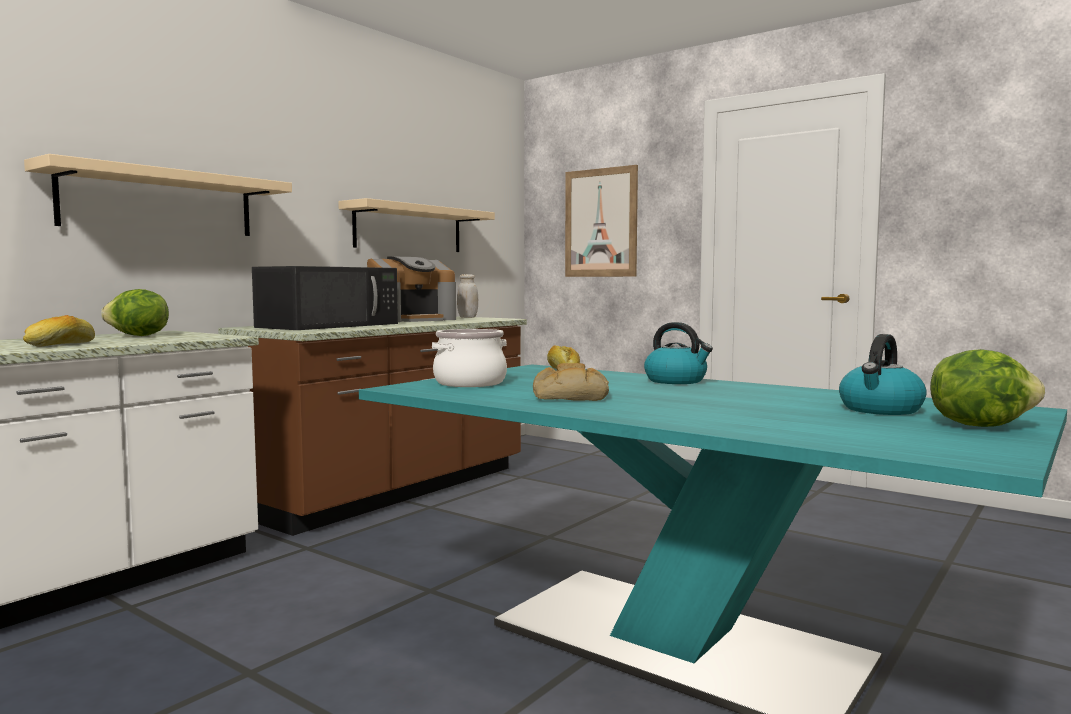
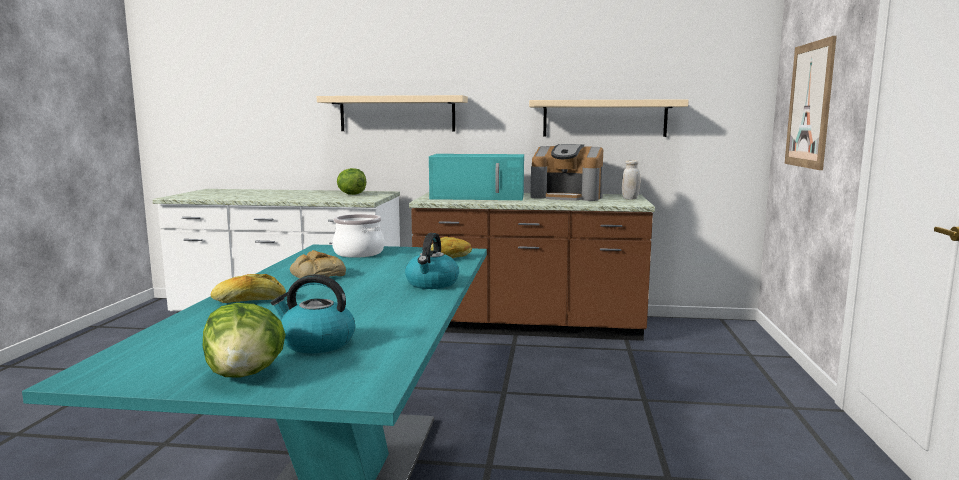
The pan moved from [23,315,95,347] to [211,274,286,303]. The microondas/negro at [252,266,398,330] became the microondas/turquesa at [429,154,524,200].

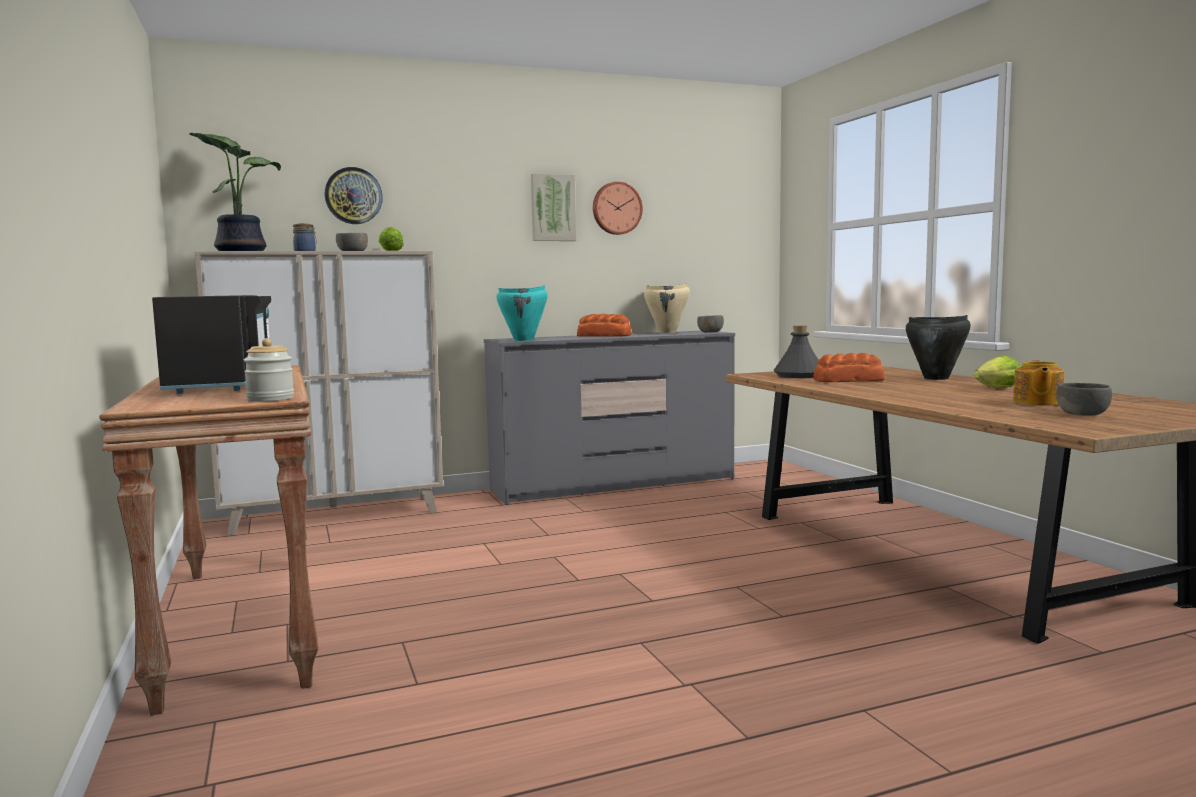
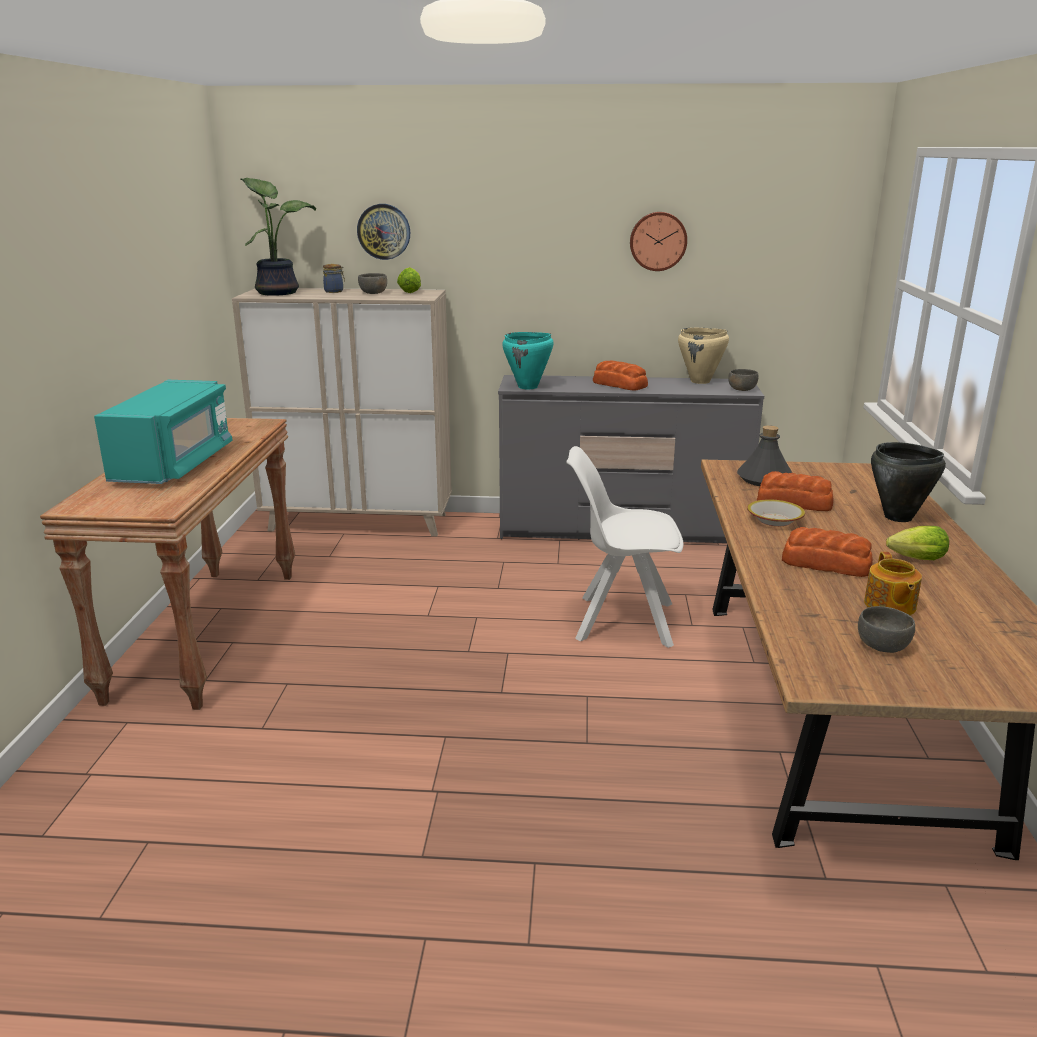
The tarro at [244,338,294,401] disappeared. The cuadro at [531,173,576,241] disappeared. The silla/blanco at [566,446,684,648] appeared. The cuenco at [747,499,805,526] appeared. The pan at [782,527,873,577] appeared. The microondas/negro at [152,295,271,394] became the microondas/turquesa at [94,380,232,484]. The tetera at [1013,360,1064,406] turned 45 degrees counterclockwise.

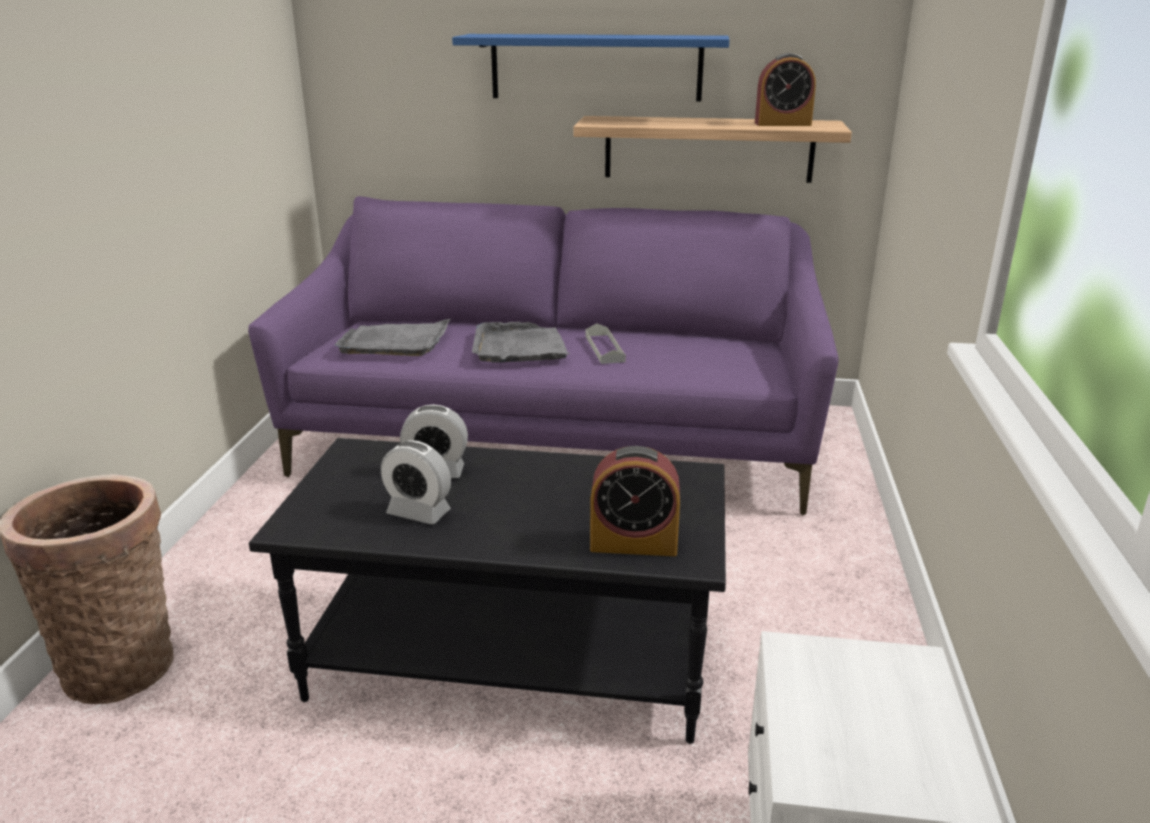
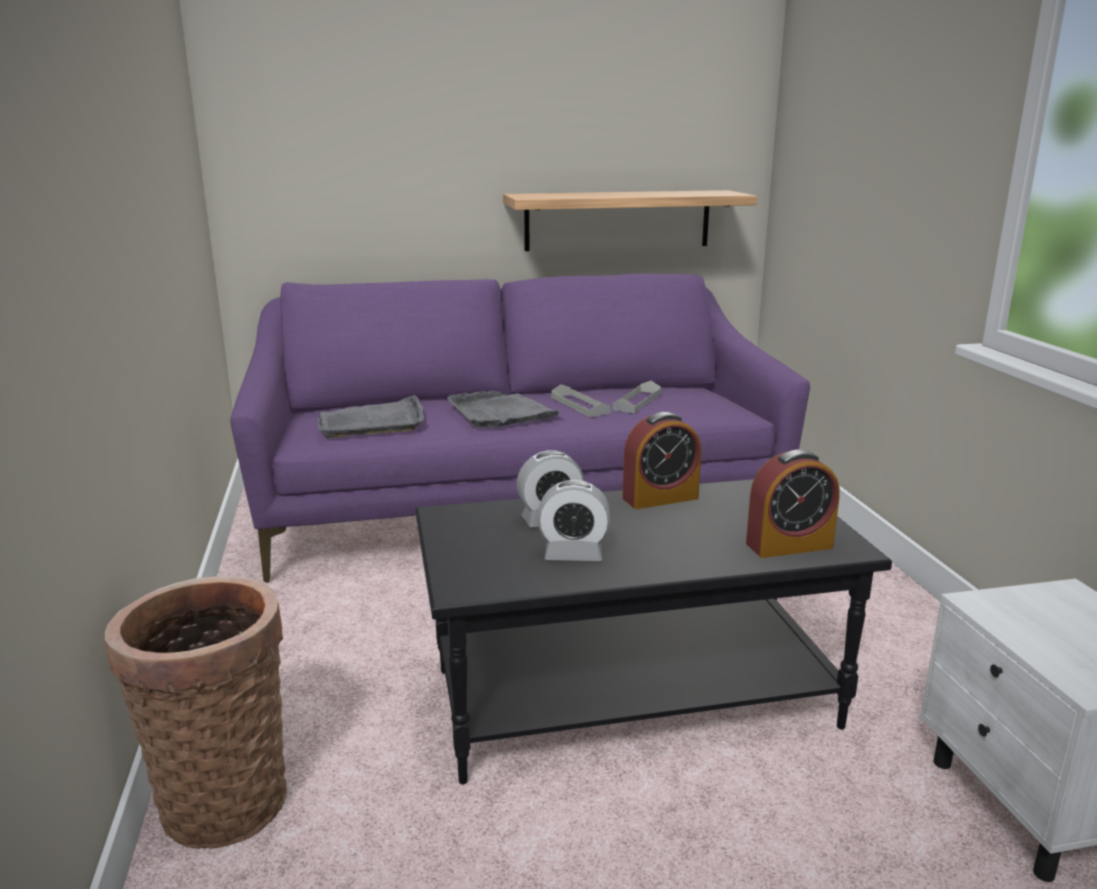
The estante/azul at [452,34,729,101] disappeared. The bandeja/gris at [613,381,661,414] appeared. The despertador moved from [755,53,816,126] to [623,412,701,509].

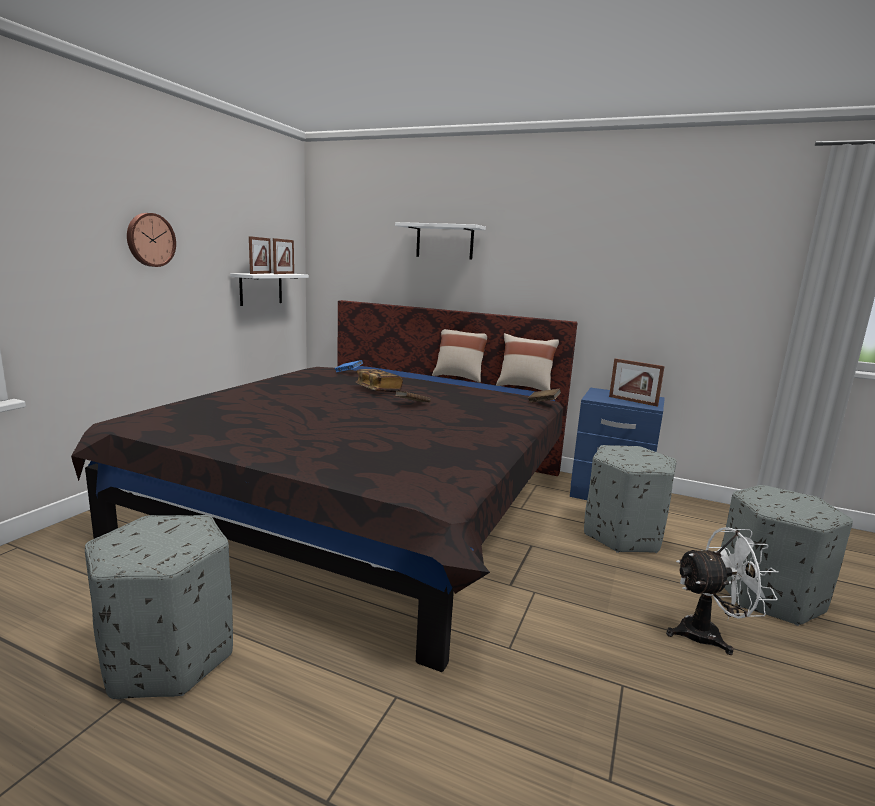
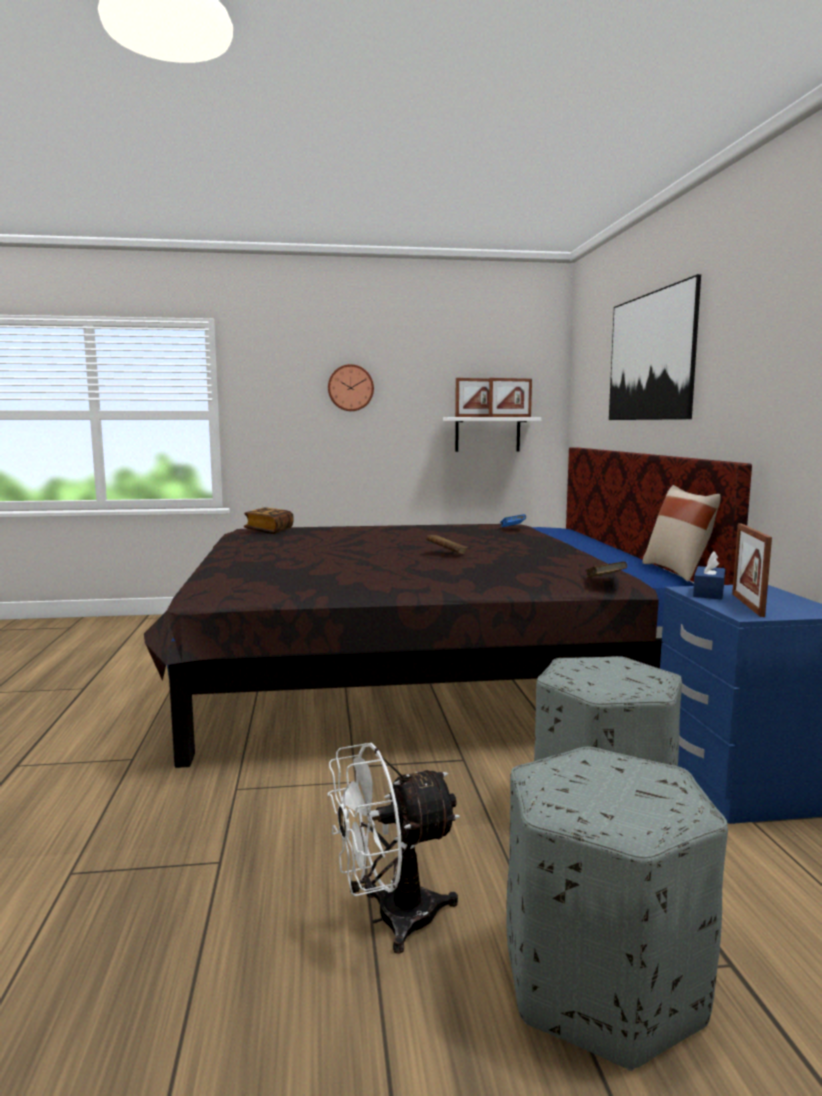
The puf/gris at [85,515,233,699] disappeared. The cojín/beis at [432,329,487,383] disappeared. The caja de pañuelos/azul at [693,551,725,600] appeared. The libro moved from [355,369,403,392] to [244,508,294,534]. The estante/blanco at [395,222,486,260] was replaced by the cuadro at [609,274,701,420]. The ventilador/blanco at [666,527,779,655] turned 105 degrees clockwise.

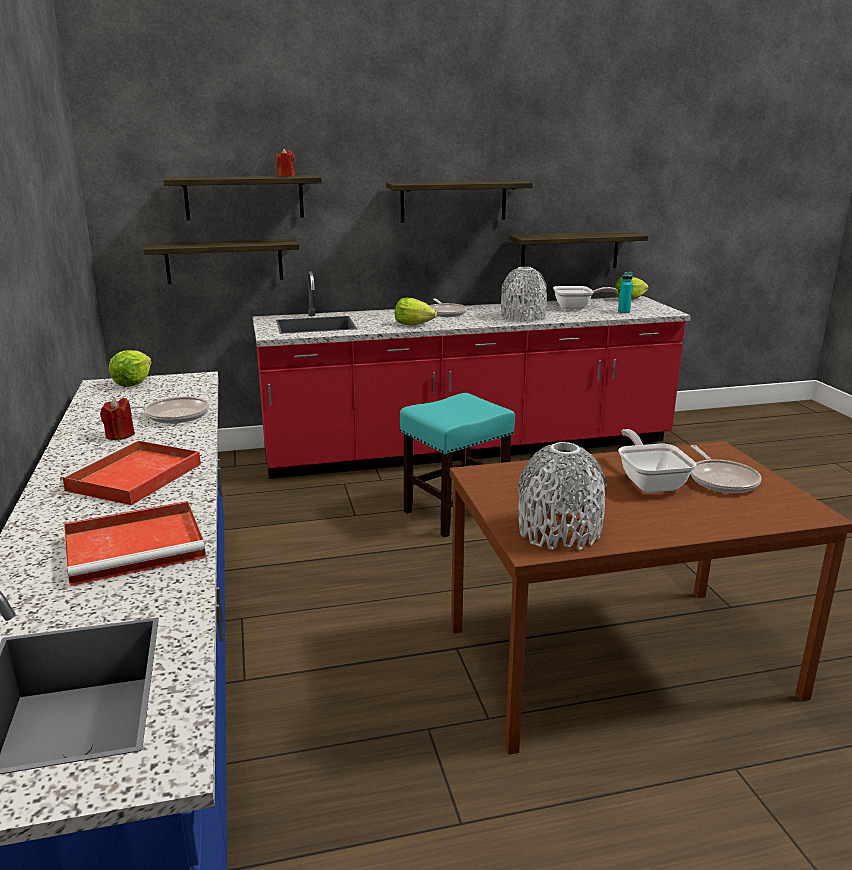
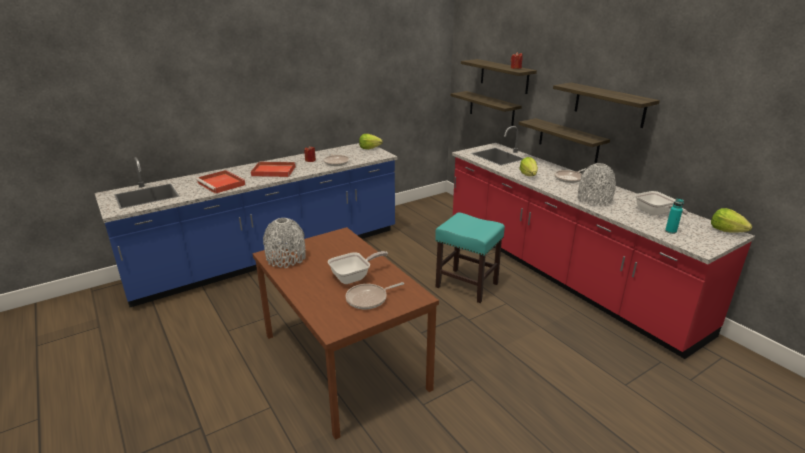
The estante moved from [509,231,648,268] to [519,118,610,163].

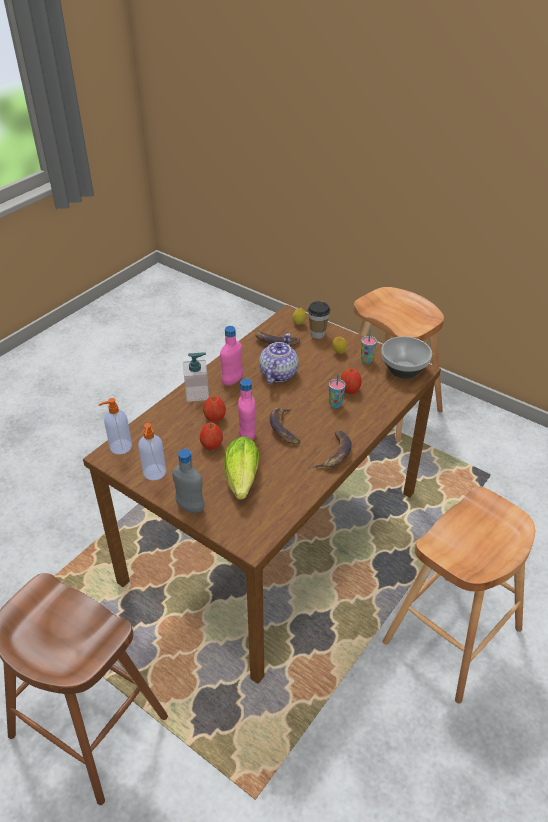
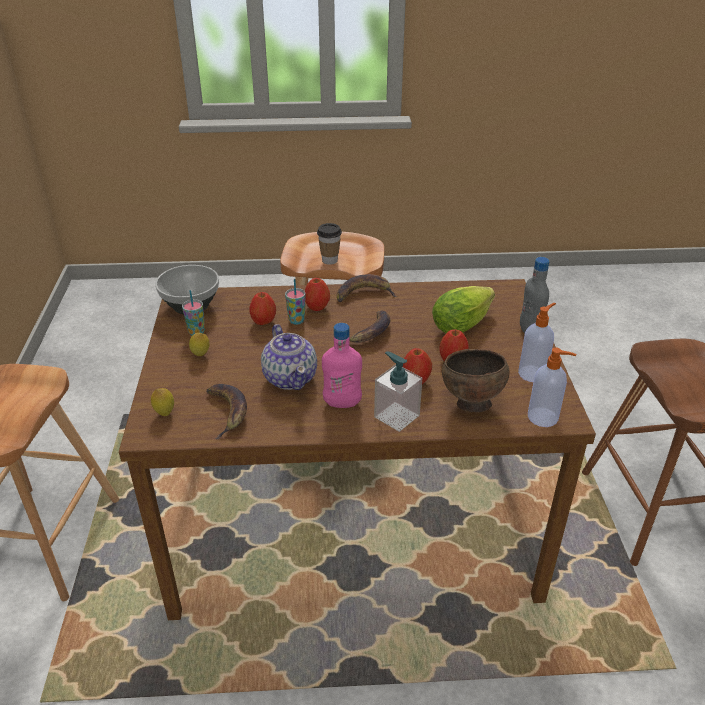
The botella/rosa at [238,378,256,440] disappeared. The manzana at [305,278,330,311] appeared. The cuenco/marrón at [442,349,510,412] appeared. The taza moved from [308,301,330,339] to [317,223,342,265]. The tetera at [259,333,299,384] turned 90 degrees counterclockwise.

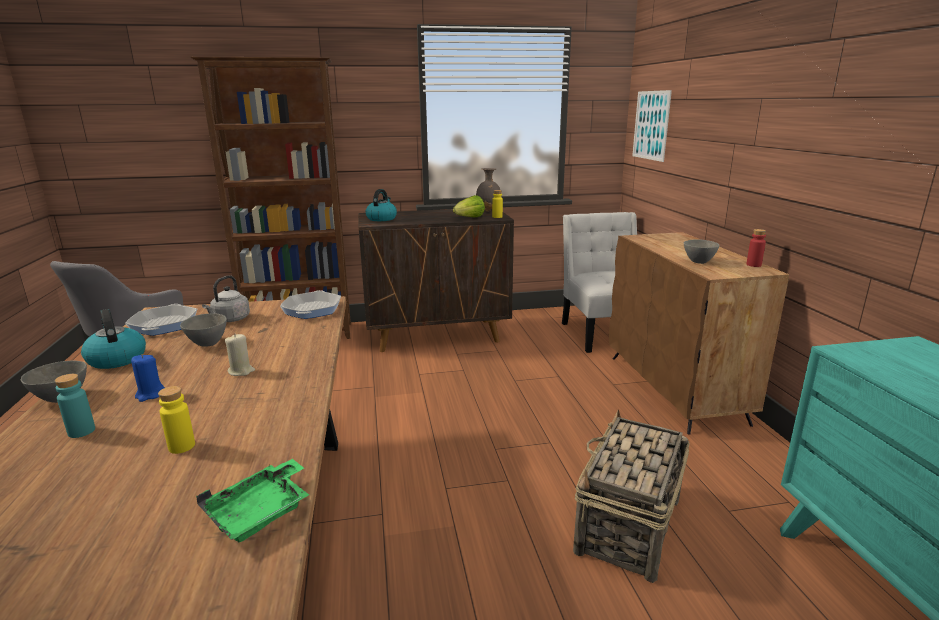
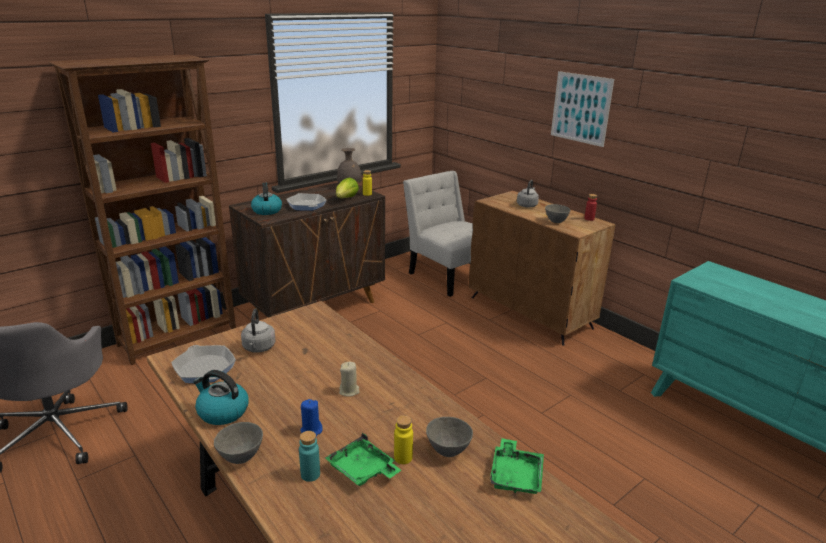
The cesta at [573,409,689,583] disappeared. The bandeja/verde at [325,433,401,486] appeared. The hervidor/gris at [517,180,539,207] appeared. The cuenco/gris moved from [180,313,227,347] to [426,417,473,457]. The sartén moved from [280,290,341,319] to [286,193,326,211]. The cuadro moved from [632,90,672,162] to [551,71,614,147].

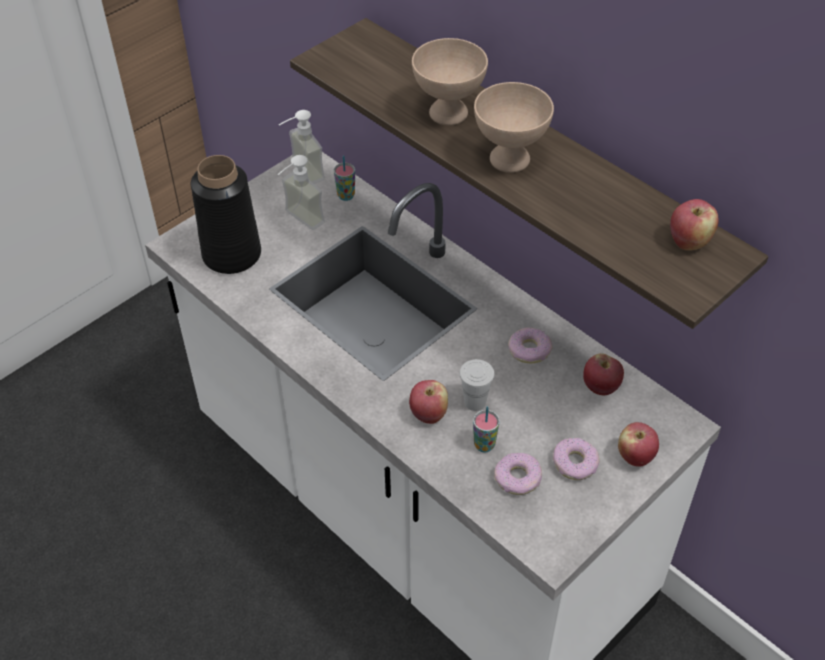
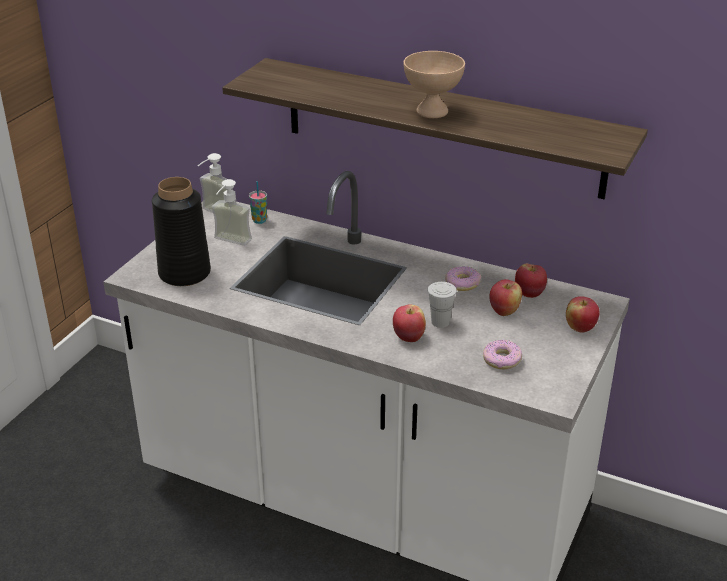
The cuenco/beis at [412,38,488,126] disappeared. The taza at [473,407,500,452] disappeared. The rosquilla at [553,438,600,480] disappeared. The manzana moved from [670,199,719,250] to [490,279,522,316].

